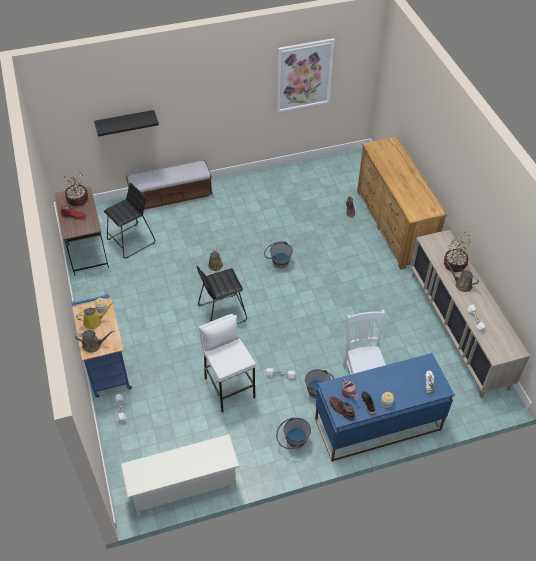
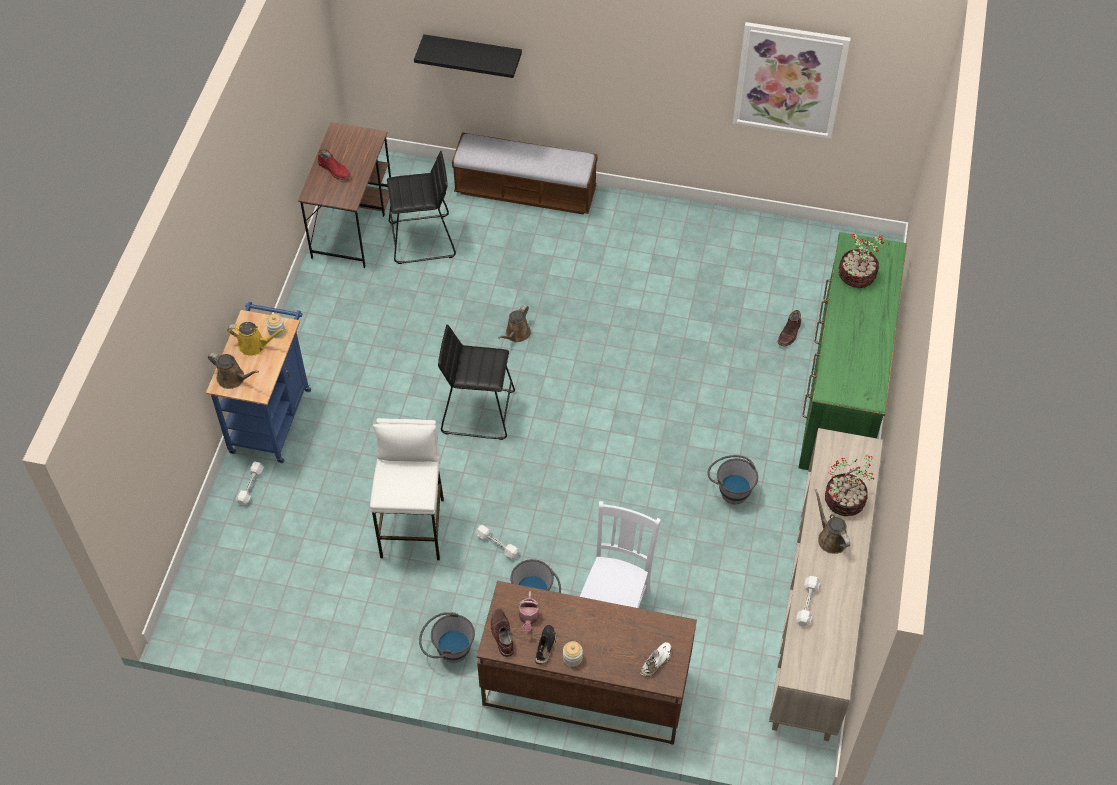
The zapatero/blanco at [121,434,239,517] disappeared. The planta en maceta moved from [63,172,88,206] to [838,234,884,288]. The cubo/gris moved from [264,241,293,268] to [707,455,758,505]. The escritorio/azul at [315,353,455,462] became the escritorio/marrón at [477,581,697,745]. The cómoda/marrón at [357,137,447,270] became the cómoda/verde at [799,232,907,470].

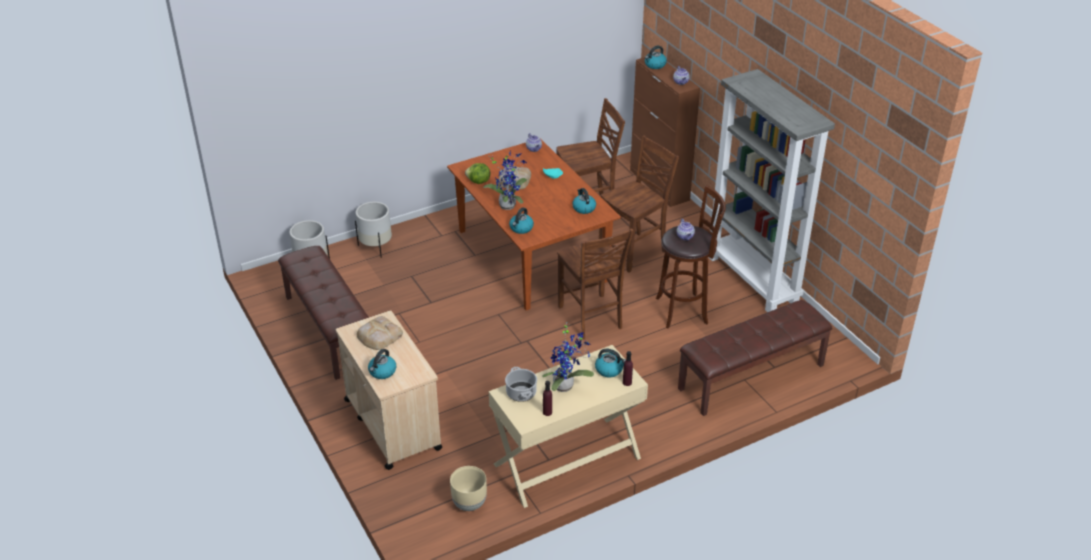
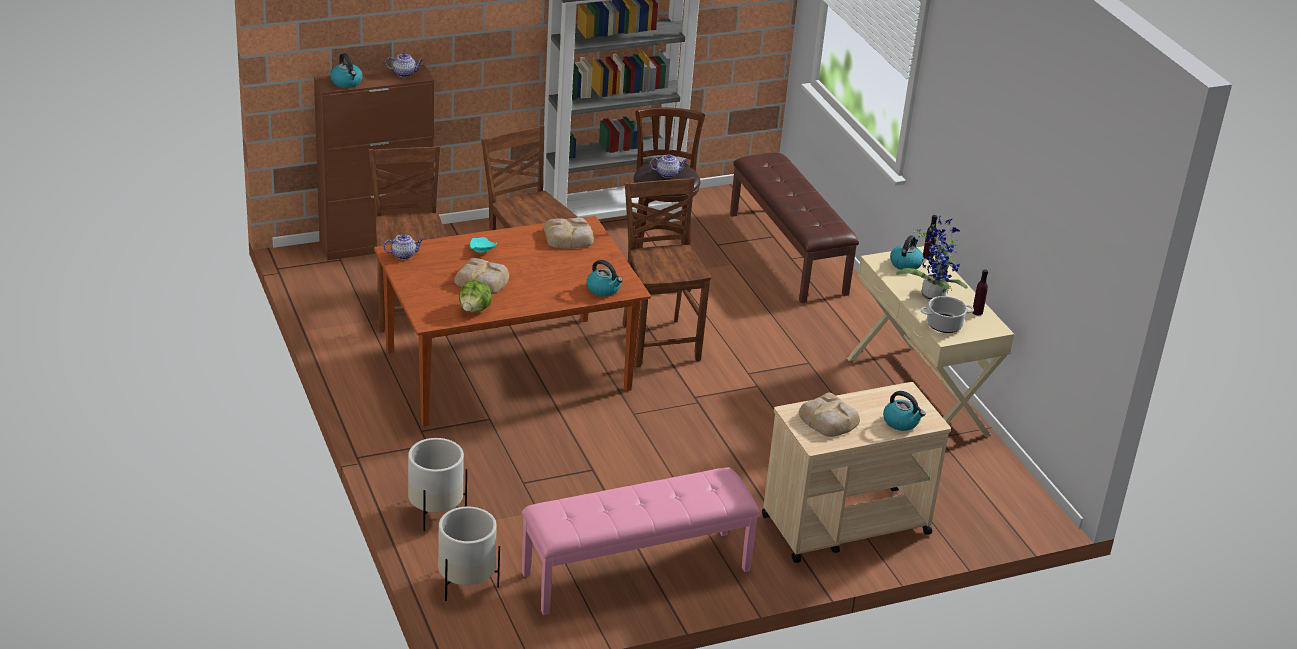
The maceta/beis at [450,466,487,511] disappeared. The planta en maceta at [483,150,527,210] disappeared. The hervidor at [572,188,596,214] was replaced by the pan at [544,218,594,249]. The banco/marrón at [278,246,369,380] became the banco/rosa at [522,467,760,615]. The silla/marrón at [557,228,633,340] turned 90 degrees counterclockwise.

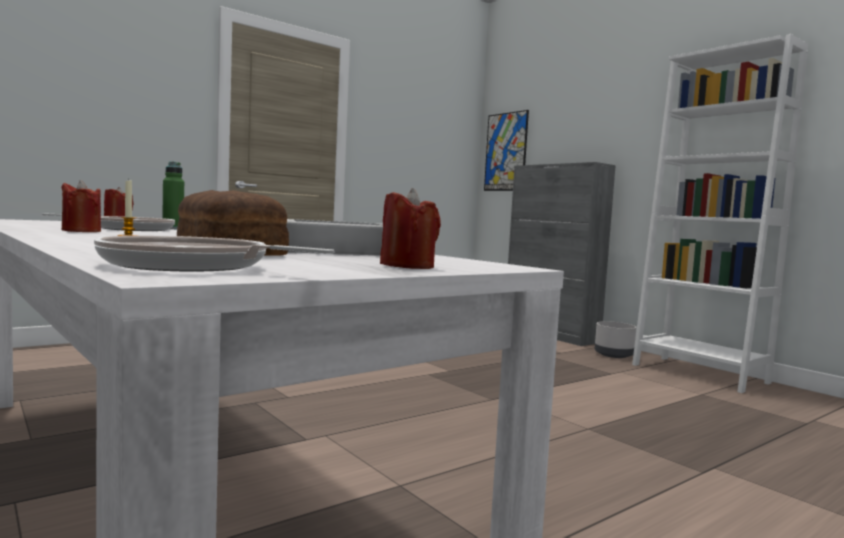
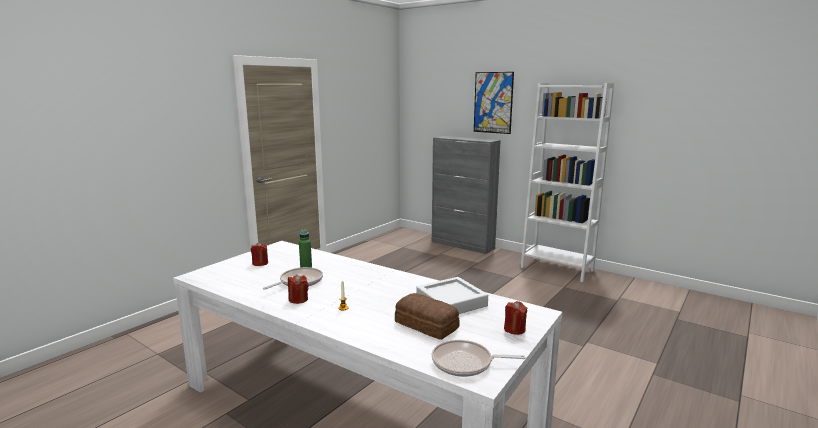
The maceta/gris at [595,321,636,358] disappeared. The cuadro moved from [484,110,529,191] to [474,72,514,134].

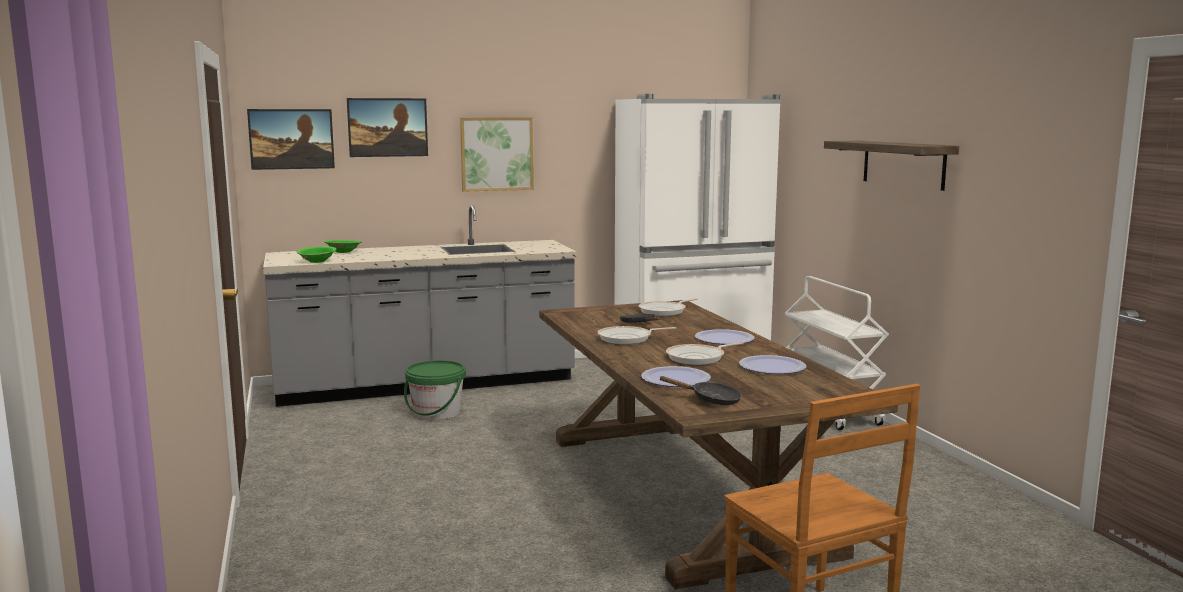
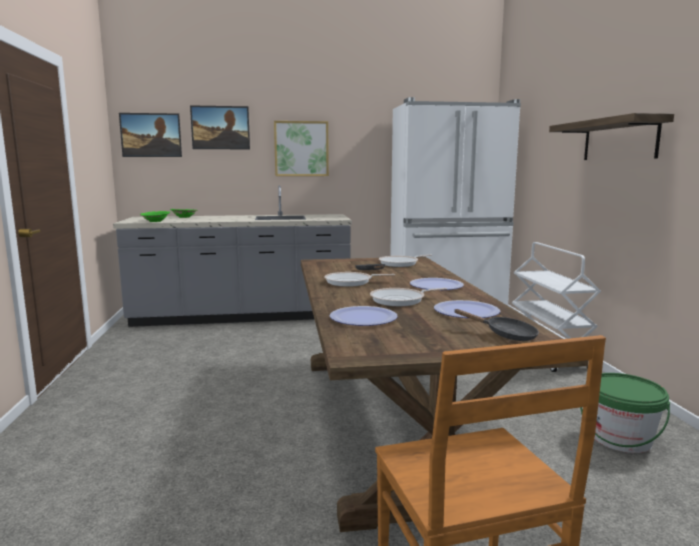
The cubo/verde moved from [404,360,466,420] to [580,373,670,453]. The sartén/negro moved from [659,376,742,405] to [454,309,539,341].

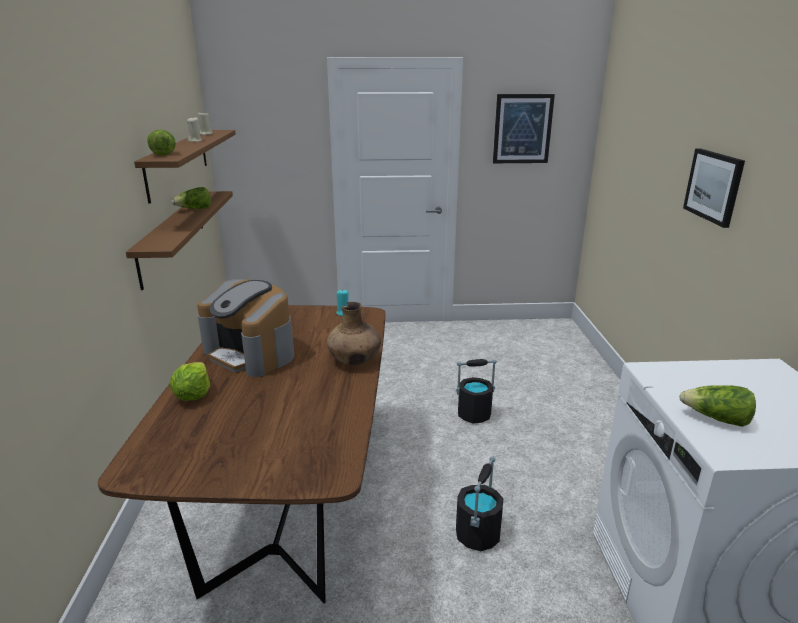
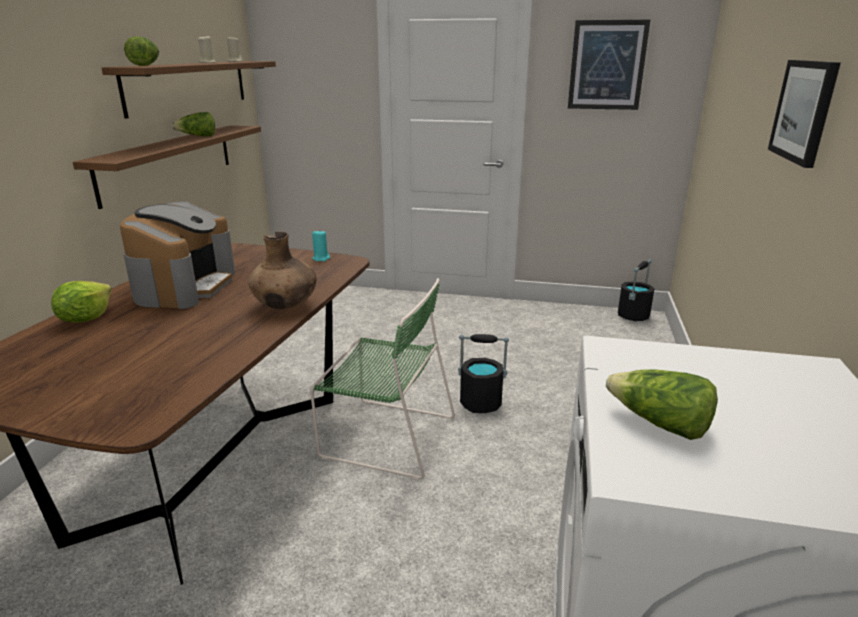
The silla/verde at [310,278,455,480] appeared. The cubo/negro moved from [456,456,504,552] to [618,259,655,321]. The cafetera at [197,279,294,377] turned 135 degrees counterclockwise.

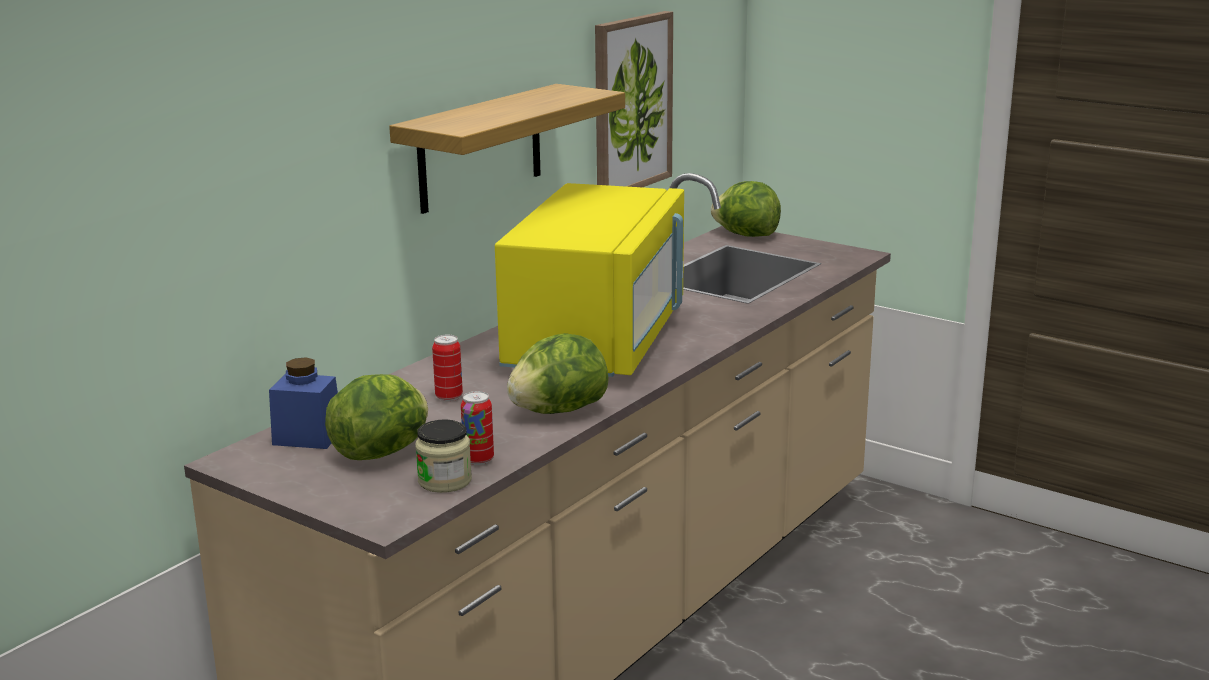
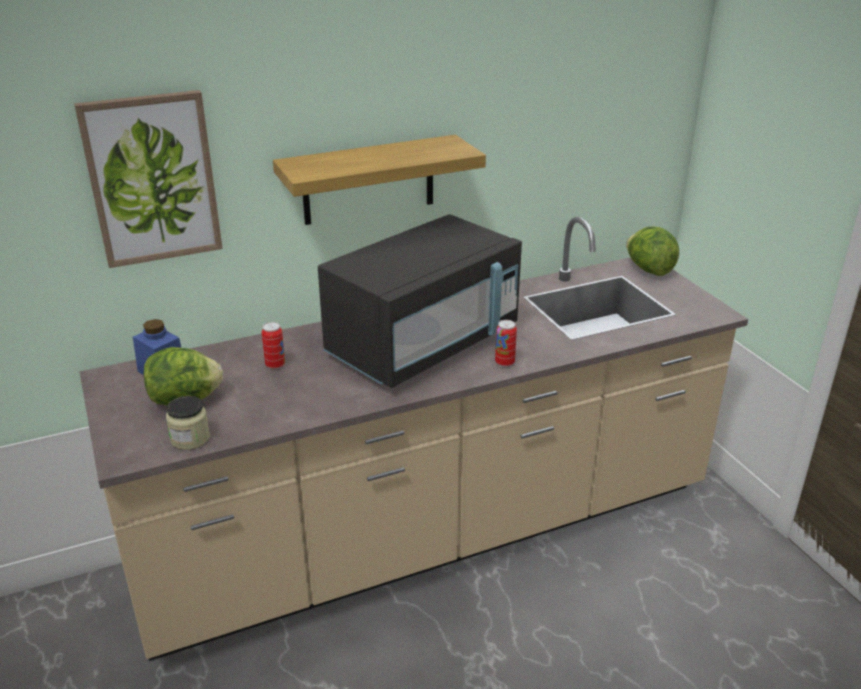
The lechuga at [507,333,609,414] disappeared. The lata moved from [461,391,494,465] to [495,320,517,367]. The cuadro moved from [595,11,673,187] to [74,90,223,268]. The microondas/amarillo at [495,183,684,377] became the microondas/negro at [318,214,522,388].

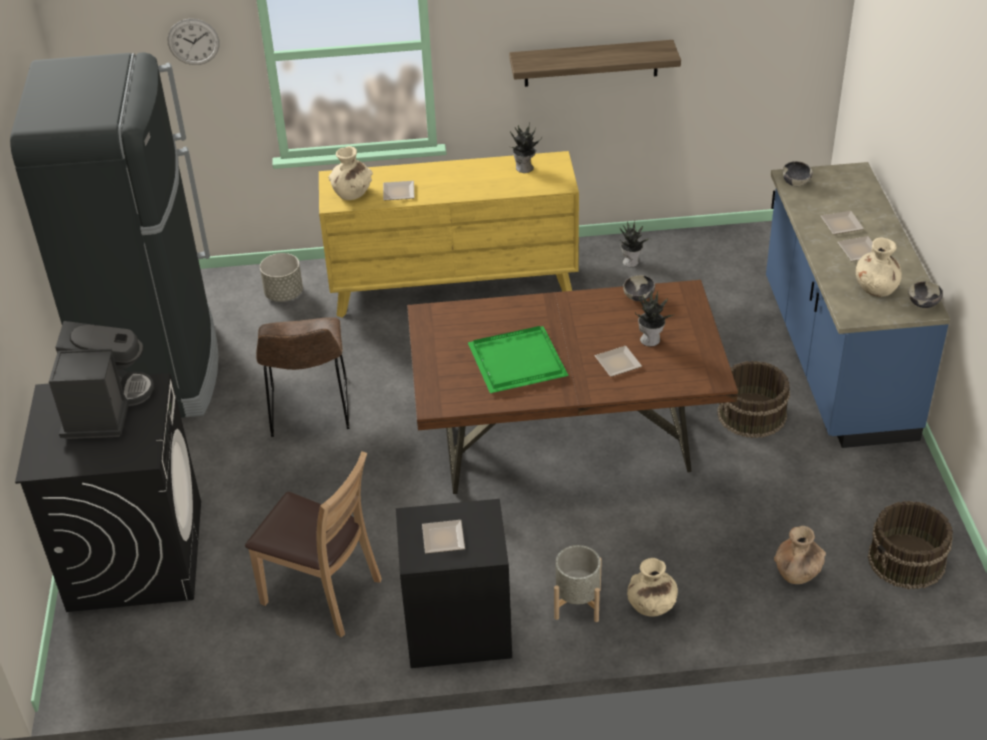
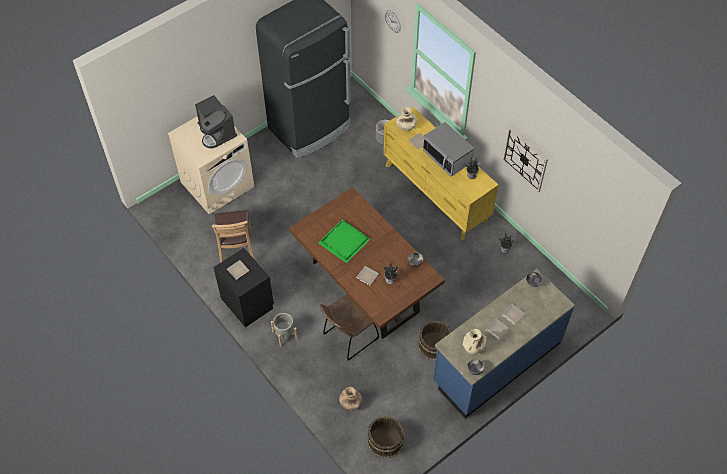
The florero/beis at [627,558,678,617] disappeared. The microondas at [423,122,474,176] appeared. The silla/marrón moved from [256,317,350,437] to [319,294,379,361]. The estante at [509,40,681,87] was replaced by the reloj de pared at [502,127,548,193]. The lavadora/negro at [15,373,201,612] became the lavadora/beis at [168,116,254,215]. The cafetera at [49,321,154,439] turned 90 degrees clockwise.

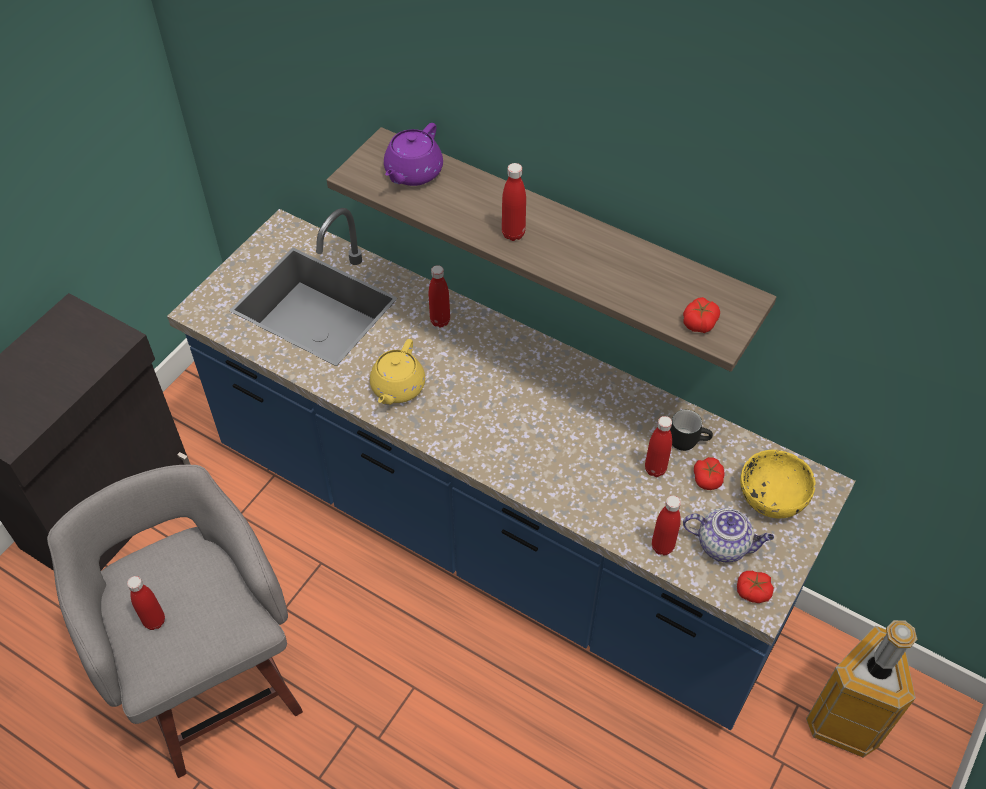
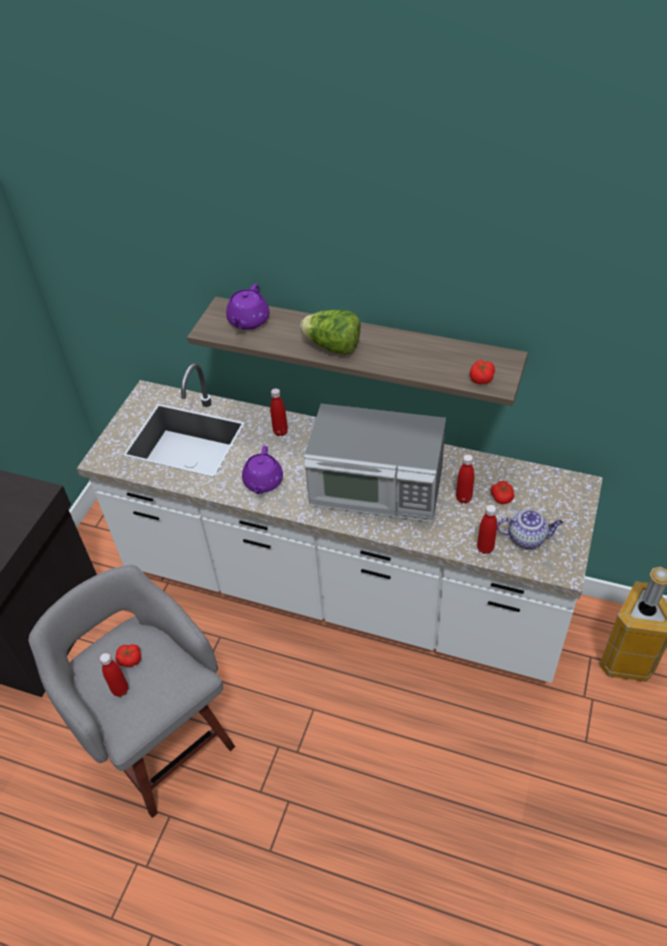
The taza grande/negro at [670,410,713,451] disappeared. The cuenco/amarillo at [740,450,815,519] disappeared. The microondas at [304,404,446,522] appeared. The tomate moved from [737,571,774,603] to [115,644,141,667]. The botella/rojo at [502,163,526,241] was replaced by the lechuga at [300,310,360,355]. The mueble bajo de cocina/azul at [167,208,856,730] became the mueble bajo de cocina/blanco at [77,363,603,683]. The tetera/amarillo at [370,339,425,405] became the tetera/morado at [242,446,283,494].

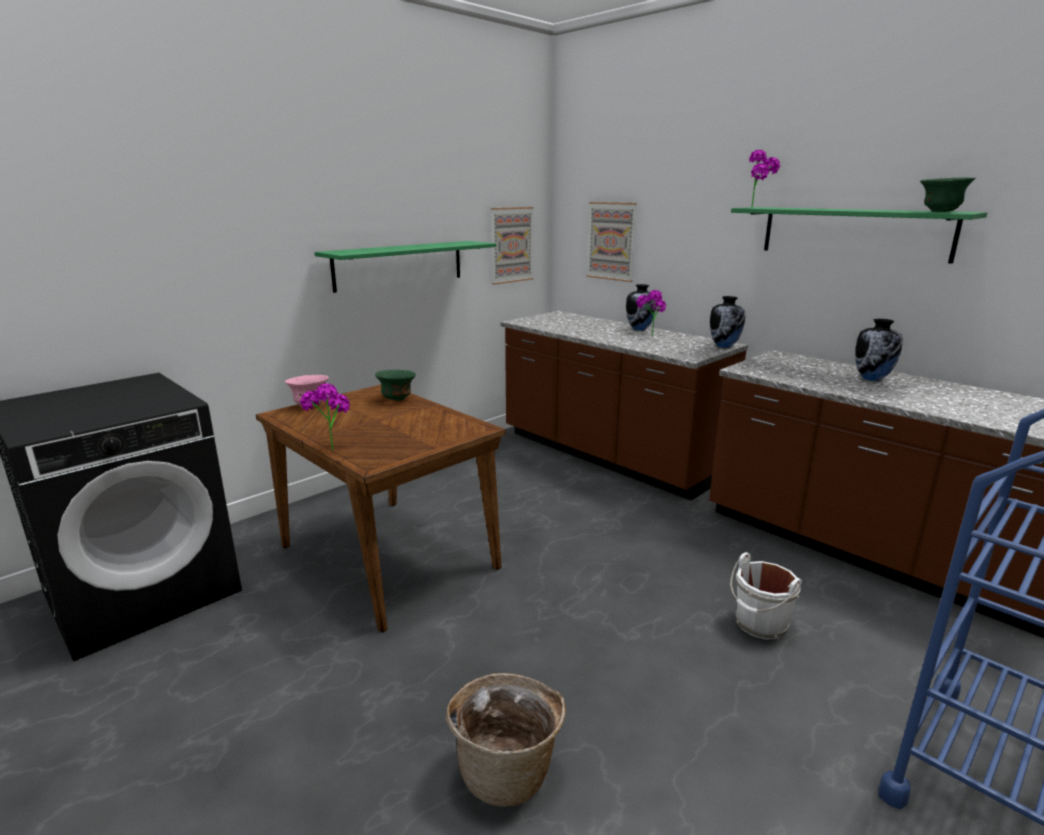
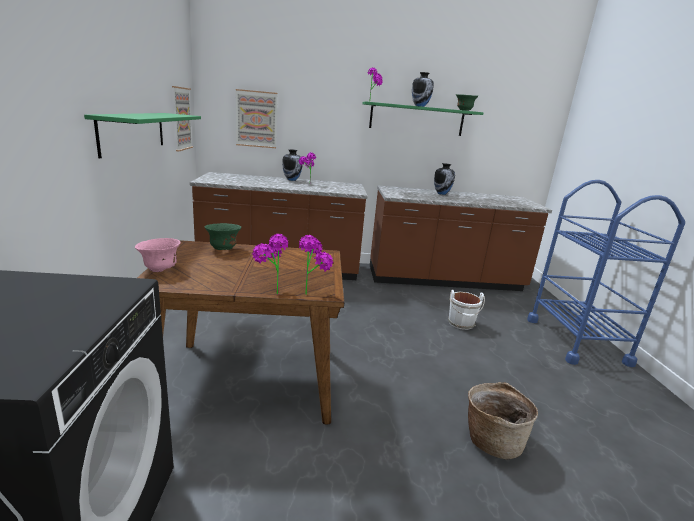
The planta en maceta at [299,235,333,295] appeared. The florero moved from [710,296,746,348] to [412,72,434,107].

